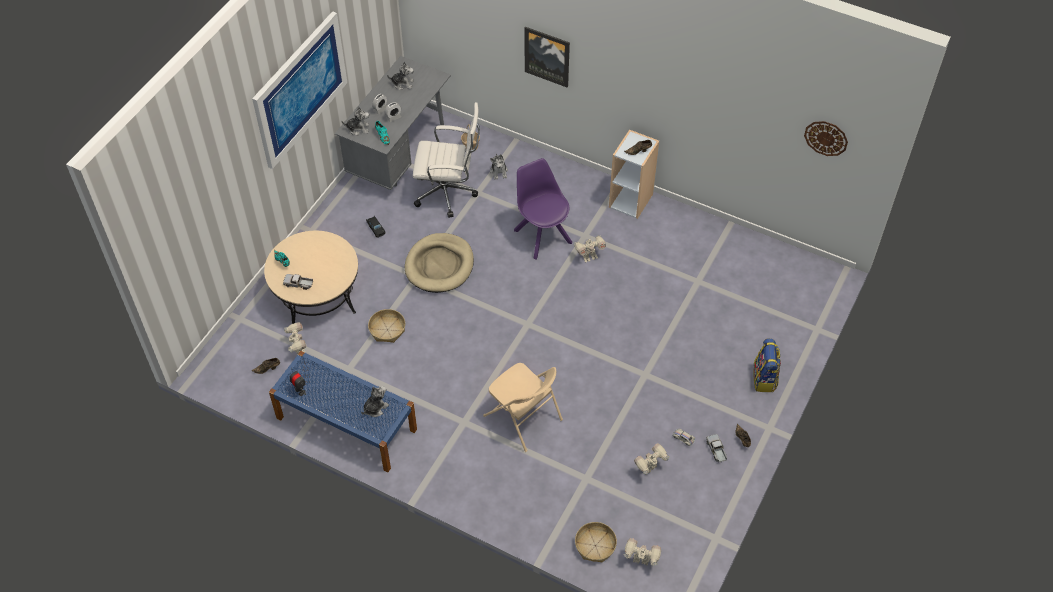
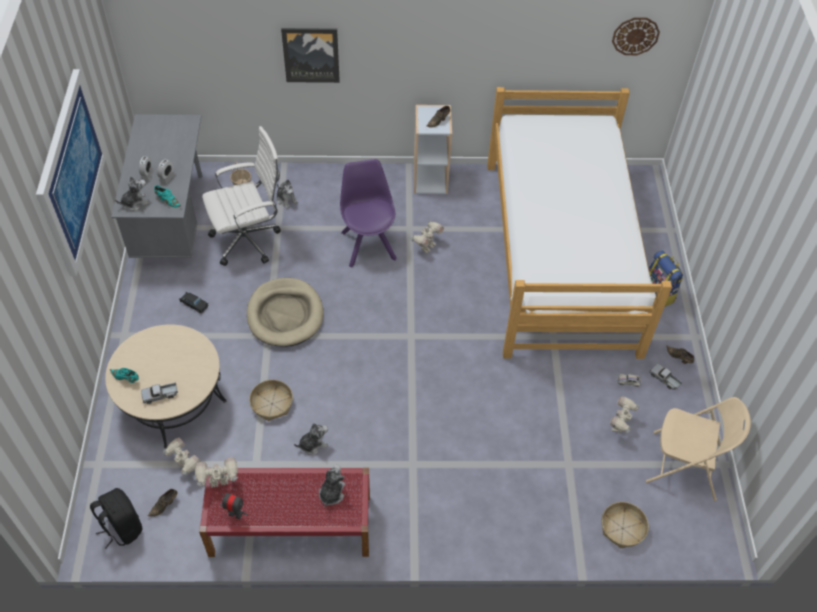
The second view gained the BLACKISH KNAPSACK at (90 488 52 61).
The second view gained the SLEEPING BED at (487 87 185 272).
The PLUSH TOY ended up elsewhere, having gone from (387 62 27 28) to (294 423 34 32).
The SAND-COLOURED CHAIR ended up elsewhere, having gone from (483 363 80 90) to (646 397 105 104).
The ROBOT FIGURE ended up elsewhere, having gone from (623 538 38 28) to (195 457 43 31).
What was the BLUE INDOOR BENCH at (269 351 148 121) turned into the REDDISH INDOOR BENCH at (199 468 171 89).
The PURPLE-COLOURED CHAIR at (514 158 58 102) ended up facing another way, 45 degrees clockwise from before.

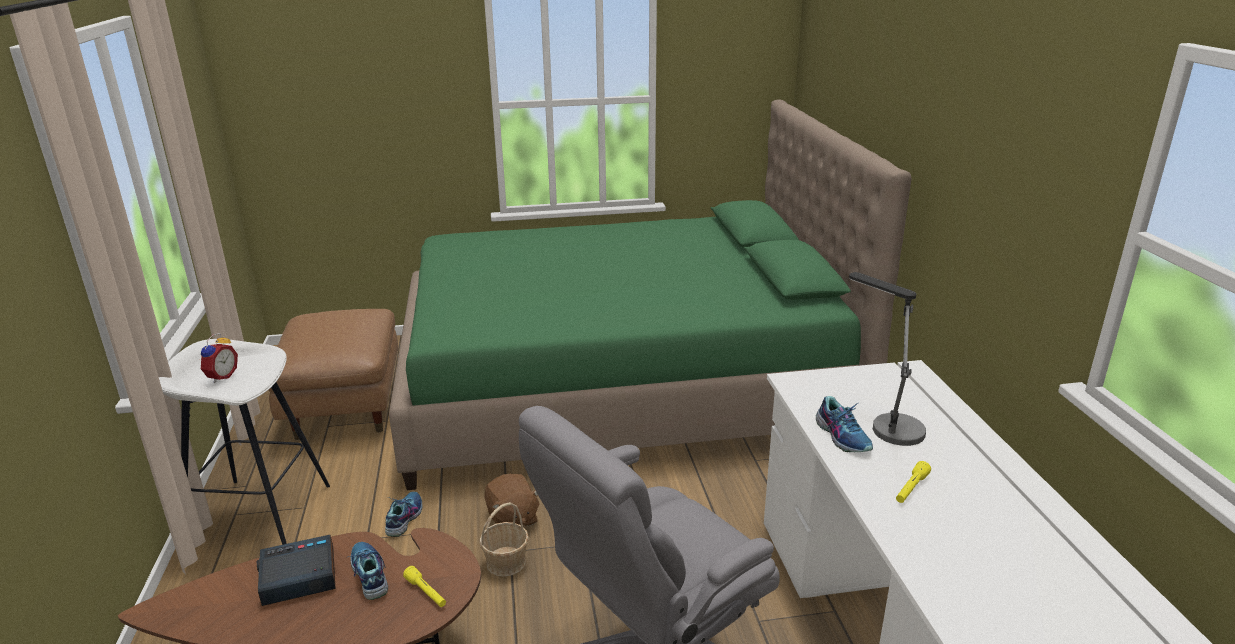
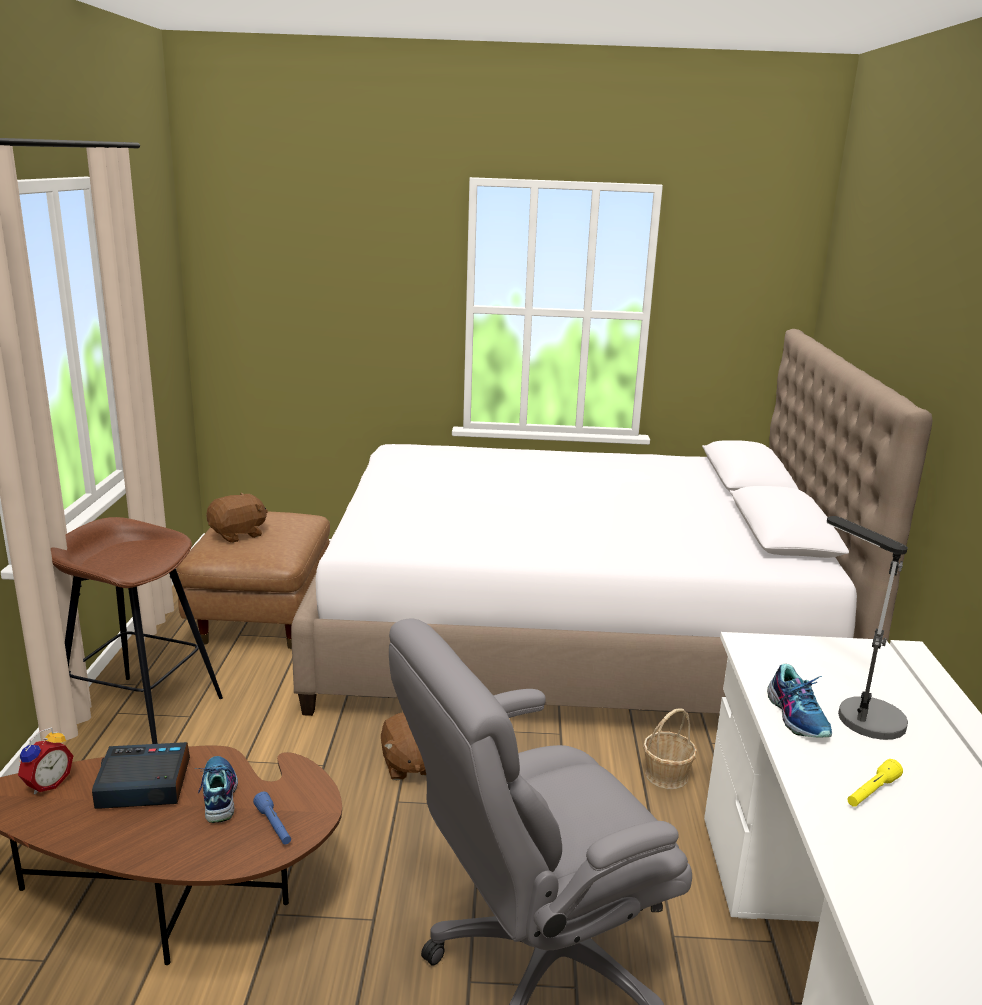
The second view lost the LOW SHOE at (385 492 38 45).
The second view gained the BROWNISH PLUSH TOY at (206 492 62 51).
The TABLE CLOCK ended up elsewhere, having gone from (200 333 38 50) to (18 727 55 67).
The STORAGE BASKET ended up elsewhere, having gone from (479 502 50 75) to (643 708 54 81).
What was the WHITISH STOOL SEAT at (159 339 171 206) turned into the BROWNISH STOOL SEAT at (51 517 172 227).
What was the GREEN SLEEPING BED at (389 99 522 391) turned into the WHITISH SLEEPING BED at (291 329 641 387).
What was the YELLOWISH HAND TORCH at (403 566 43 41) turned into the BLUE HAND TORCH at (253 792 38 53).

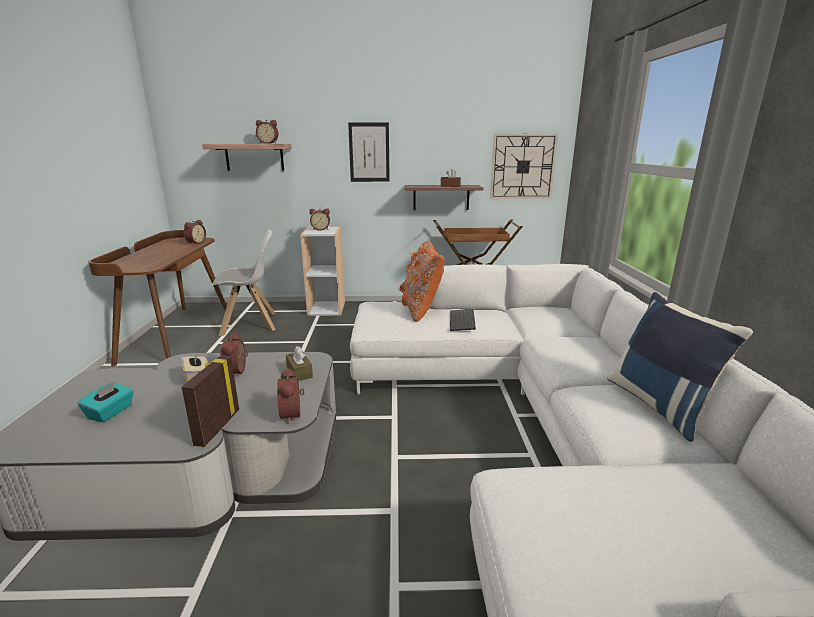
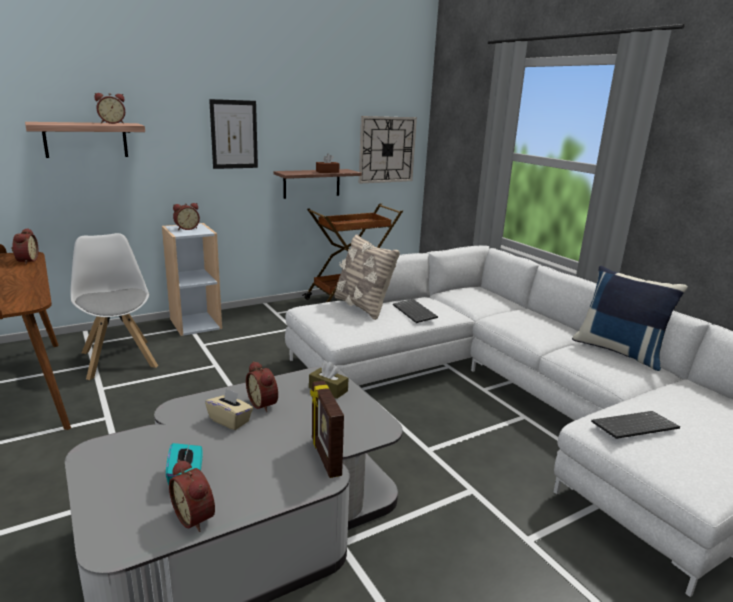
The second view gained the KEYBOARD at (591 411 89 28).
The TABLE CLOCK ended up elsewhere, having gone from (277 368 28 56) to (169 460 46 72).
What was the ORANGEY CUSHION at (397 240 48 82) turned into the SAND-COLOURED CUSHION at (334 235 66 85).
The CHAIR at (213 230 63 106) ended up facing another way, 75 degrees counterclockwise from before.

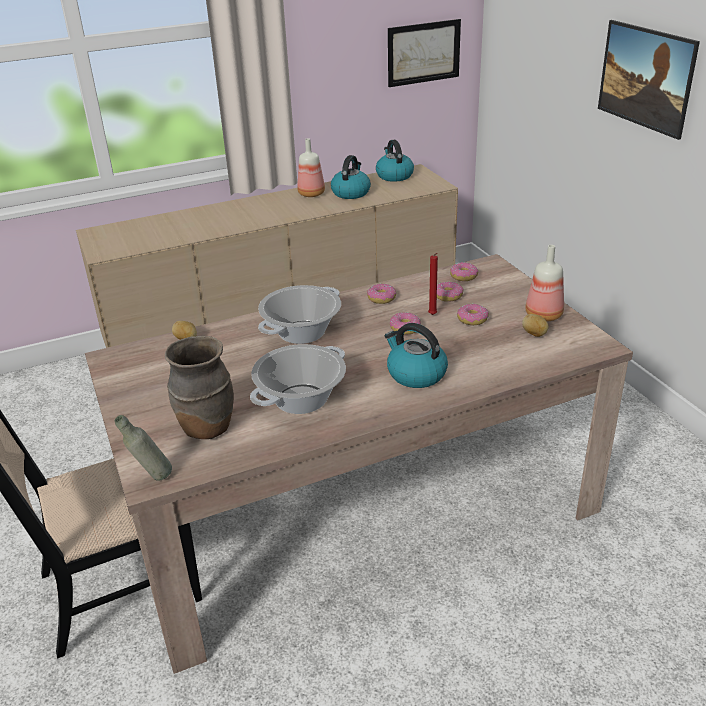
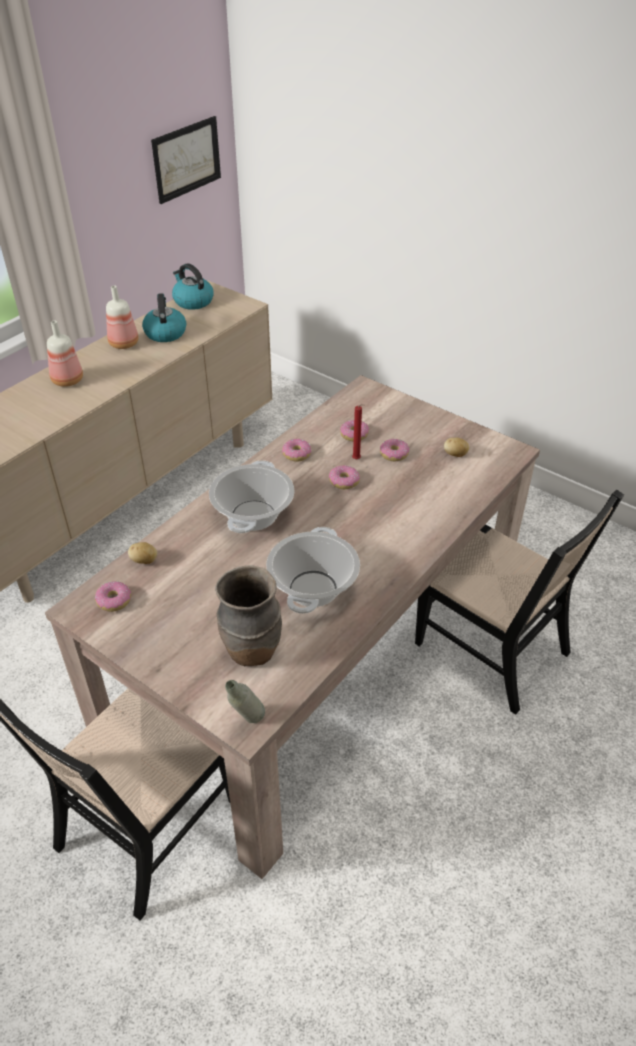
The second view lost the WATER KETTLE at (385 323 63 65).
The second view lost the WALL ART at (598 20 102 120).
The second view gained the CHAIR at (415 489 209 226).
The DOUGHNUT ended up elsewhere, having gone from (450 262 28 19) to (95 581 36 31).
The BEVERAGE BOTTLE ended up elsewhere, having gone from (525 245 39 77) to (47 320 36 67).

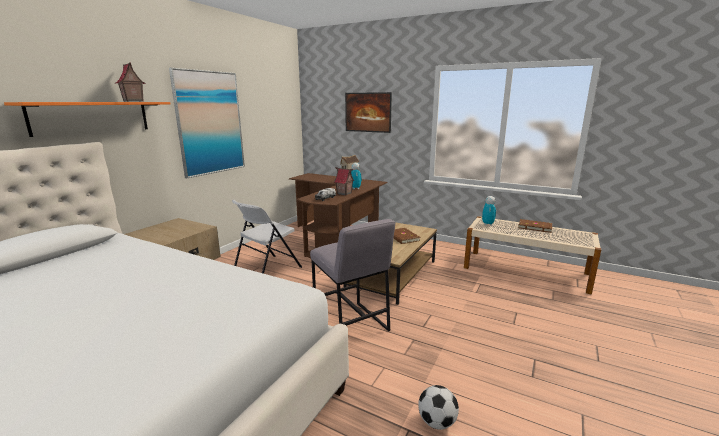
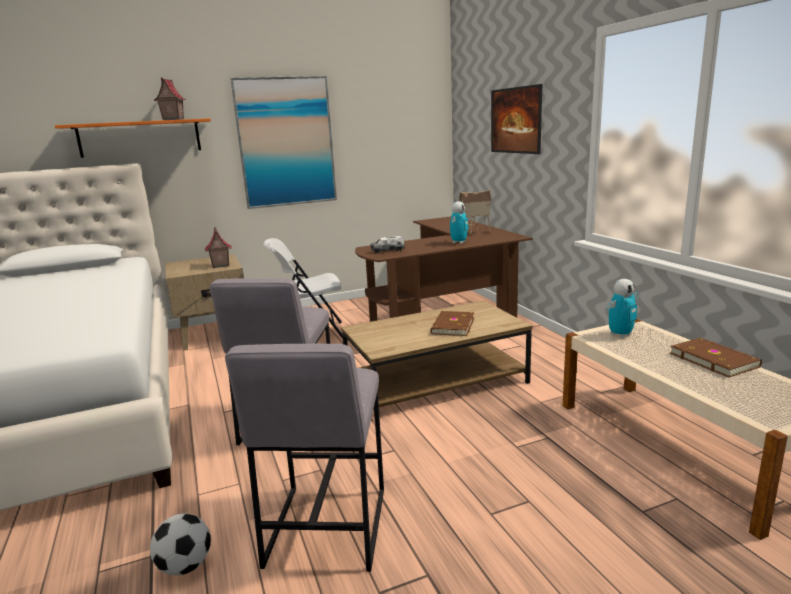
The second view gained the GREYISH CHAIR at (225 344 159 228).
The TOY HOUSE ended up elsewhere, having gone from (334 167 21 29) to (205 227 26 41).

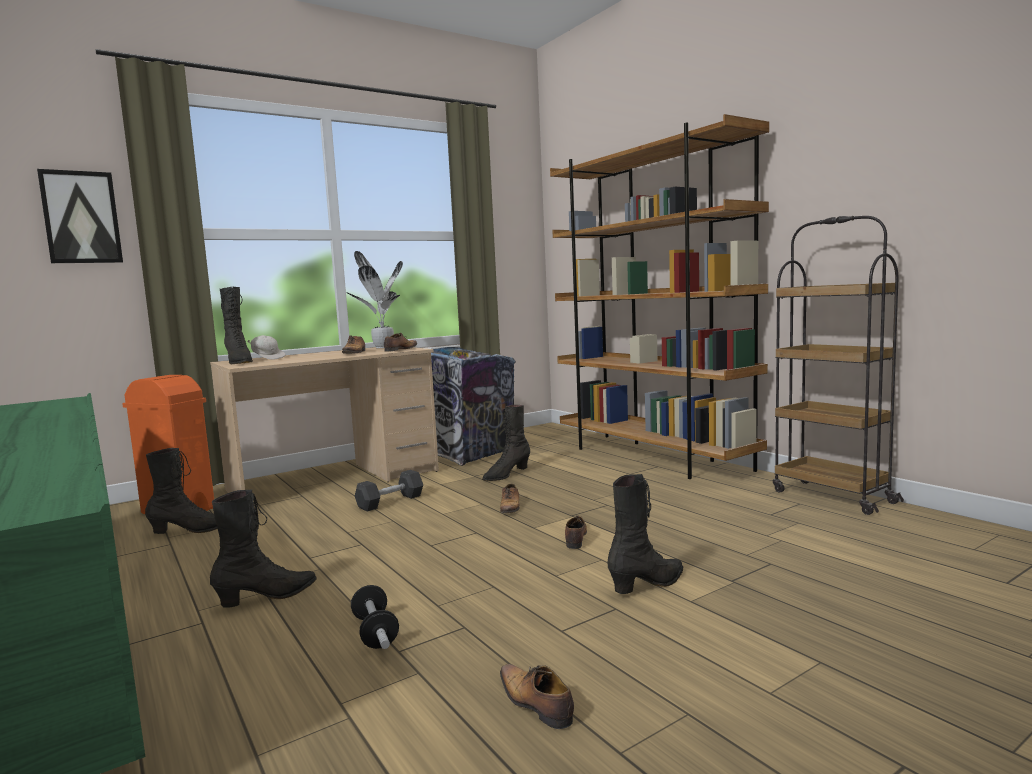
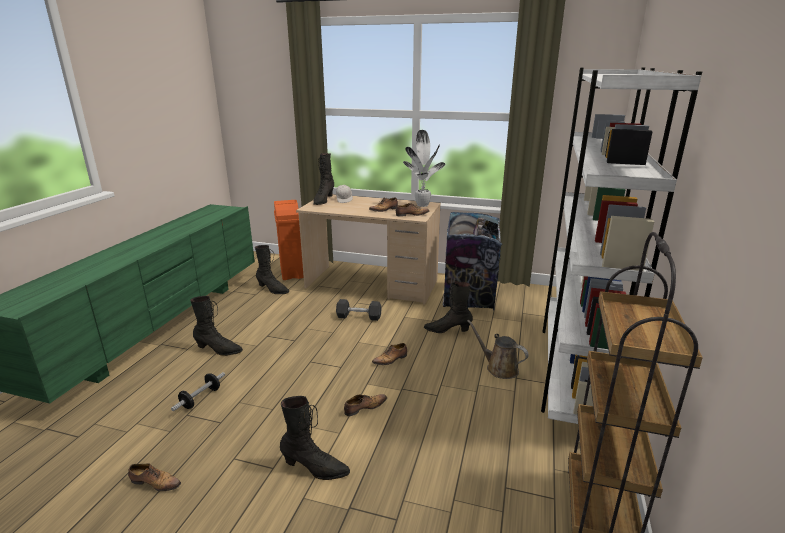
The second view lost the WALL ART at (37 169 86 94).
The second view gained the BROWNISH SPRINKLING CAN at (467 320 62 59).
What was the BROWNISH BOOKCASE at (550 114 219 365) turned into the WHITISH BOOKCASE at (541 68 161 356).
The LOW SHOE at (500 664 74 65) ended up facing another way, 90 degrees clockwise from before.

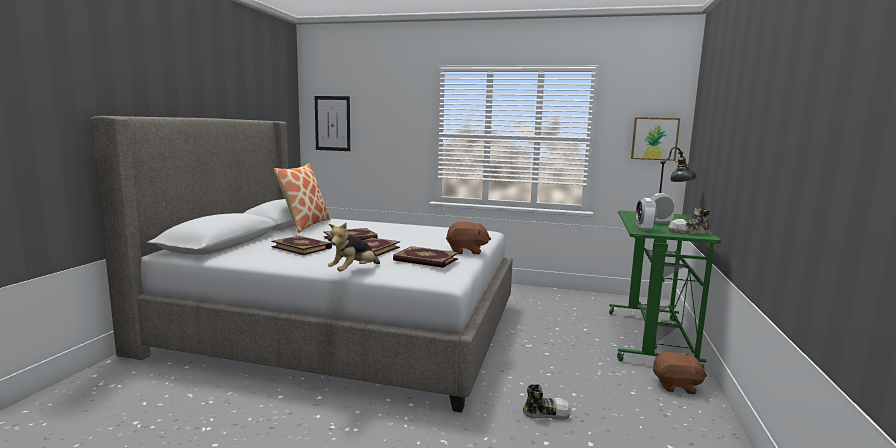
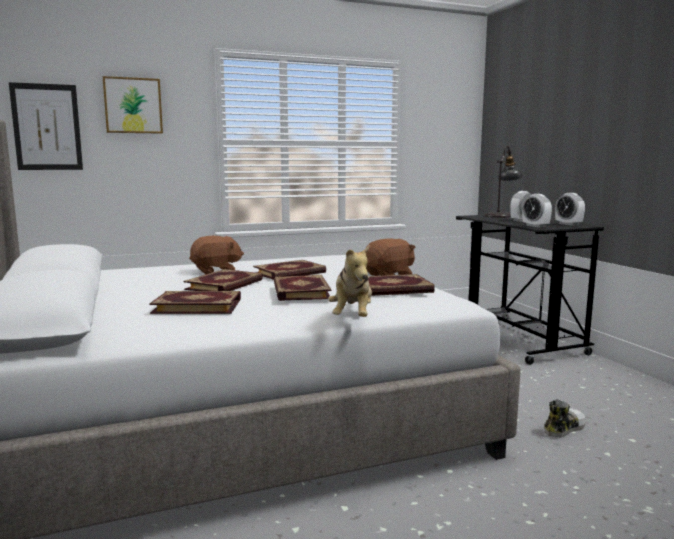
The second view lost the CUSHION at (274 163 57 70).
The second view gained the BOOK at (253 260 73 20).
The WALL ART ended up elsewhere, having gone from (631 117 49 44) to (103 76 60 58).
The BROWNISH PLUSH TOY ended up elsewhere, having gone from (653 352 54 42) to (189 236 55 38).
Where the LOW SHOE stood at (668 208 42 26), the TABLE CLOCK came to stand at (555 193 30 33).
What was the GREEN DESK UNIT at (609 211 112 157) turned into the BLACKISH DESK UNIT at (456 215 148 150).

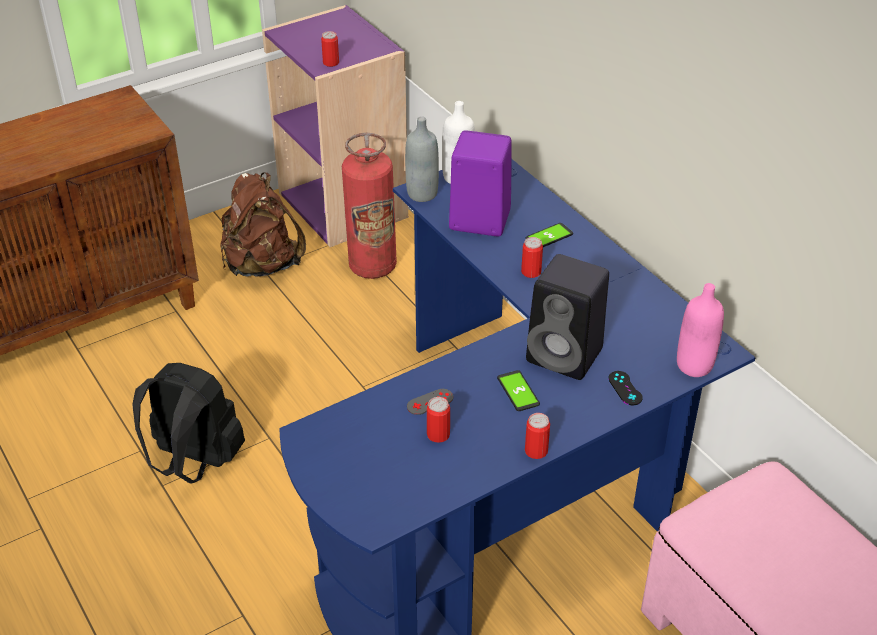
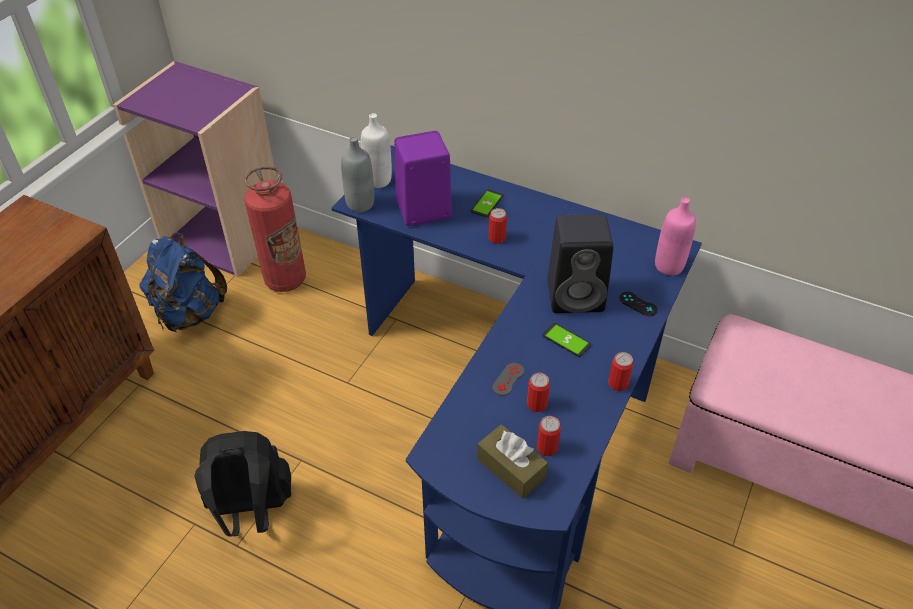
The second view gained the BROWNISH BOX OF TISSUES at (477 424 71 75).
The CAN ended up elsewhere, having gone from (321 31 18 36) to (536 416 25 40).
What was the BROWNISH KNAPSACK at (220 172 86 105) turned into the BLUE KNAPSACK at (139 232 88 100).

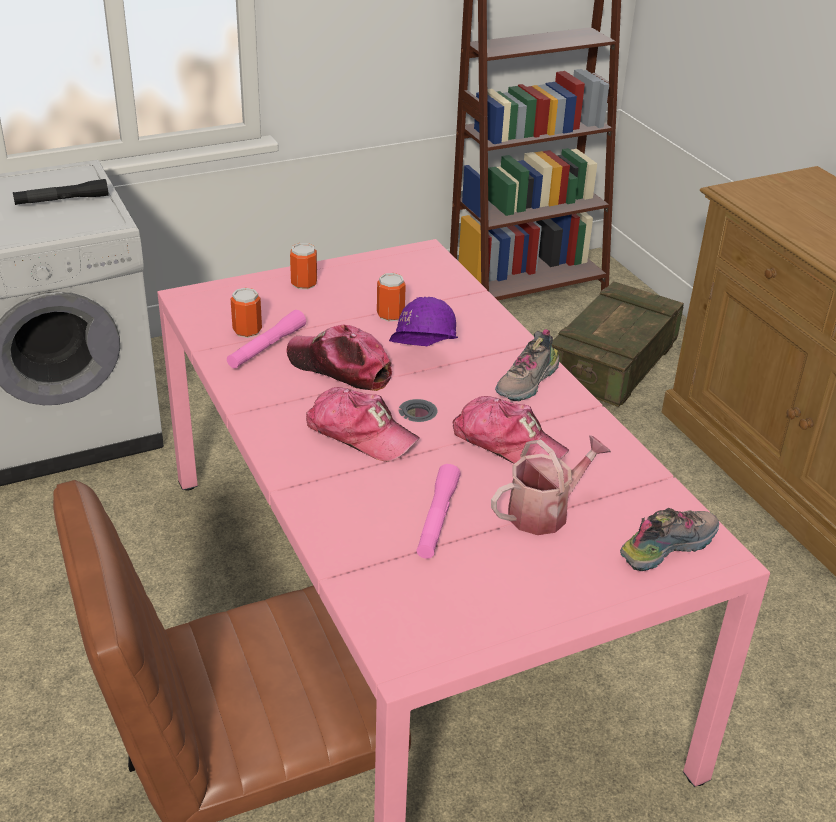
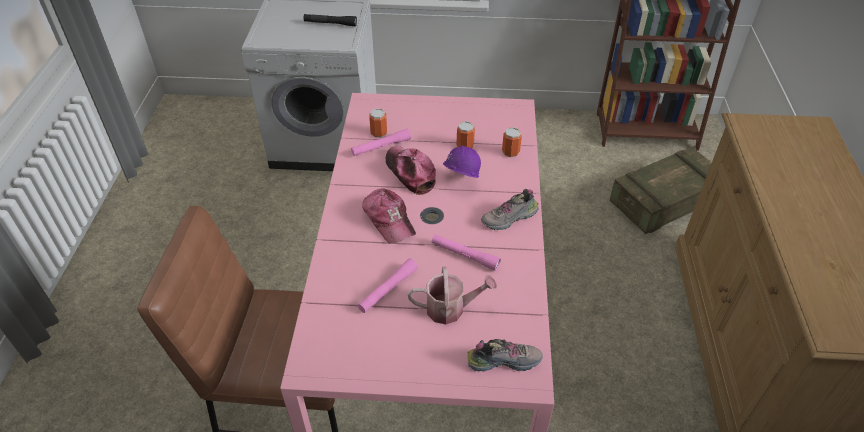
The CAN ended up elsewhere, having gone from (290 243 27 47) to (502 127 20 31).
Where the BASEBALL CAP stood at (453 396 116 68), the PINKISH HAND TORCH came to stand at (432 234 69 37).

